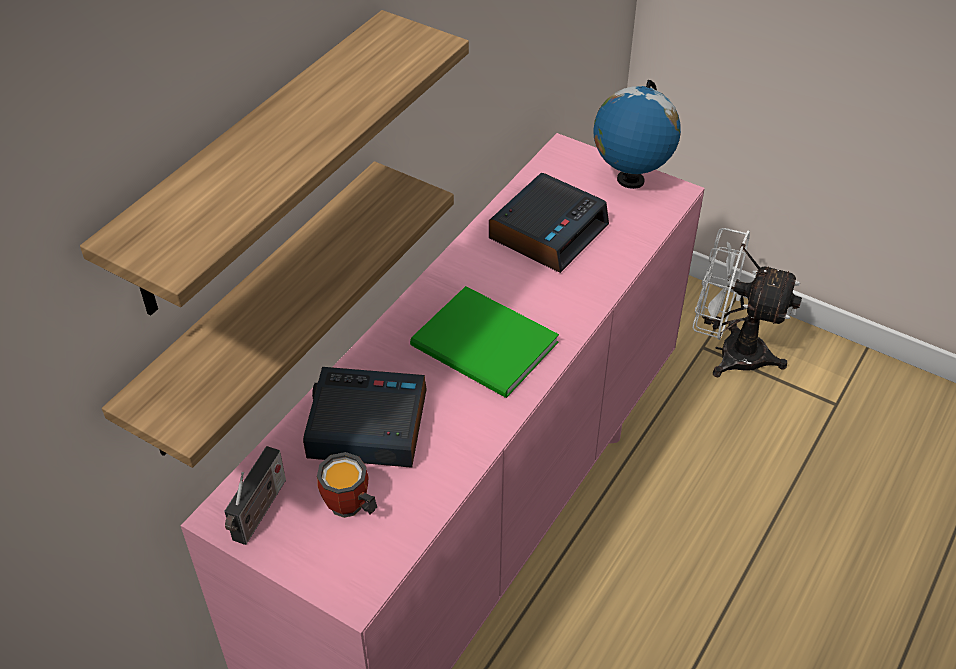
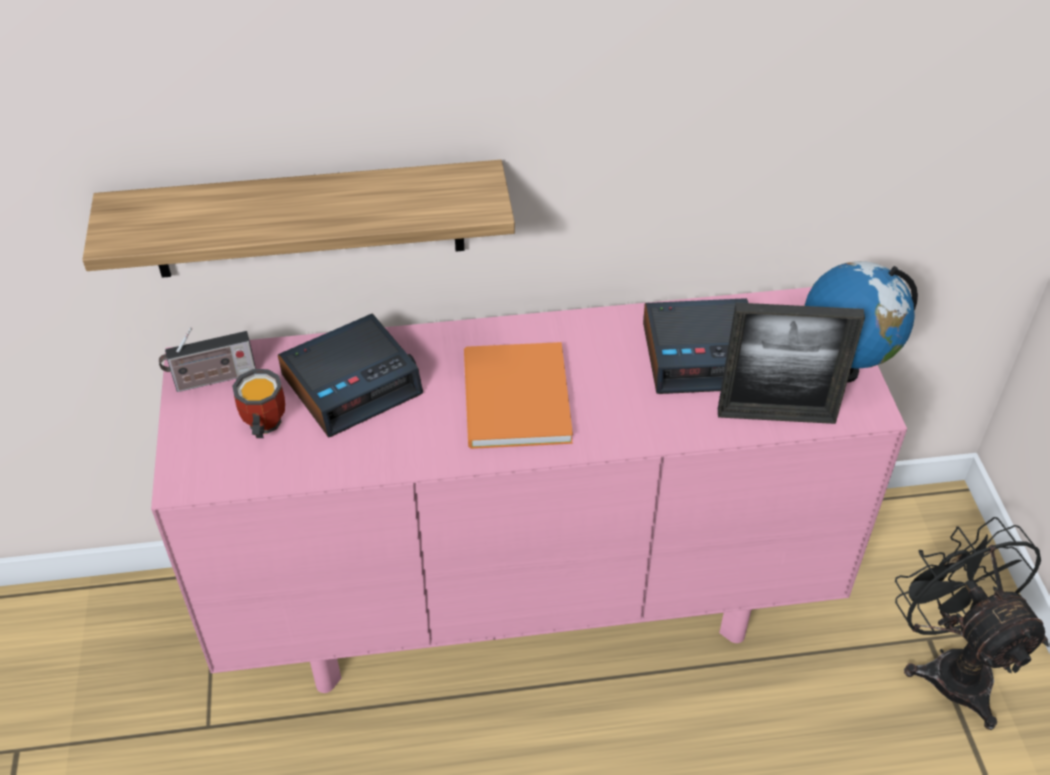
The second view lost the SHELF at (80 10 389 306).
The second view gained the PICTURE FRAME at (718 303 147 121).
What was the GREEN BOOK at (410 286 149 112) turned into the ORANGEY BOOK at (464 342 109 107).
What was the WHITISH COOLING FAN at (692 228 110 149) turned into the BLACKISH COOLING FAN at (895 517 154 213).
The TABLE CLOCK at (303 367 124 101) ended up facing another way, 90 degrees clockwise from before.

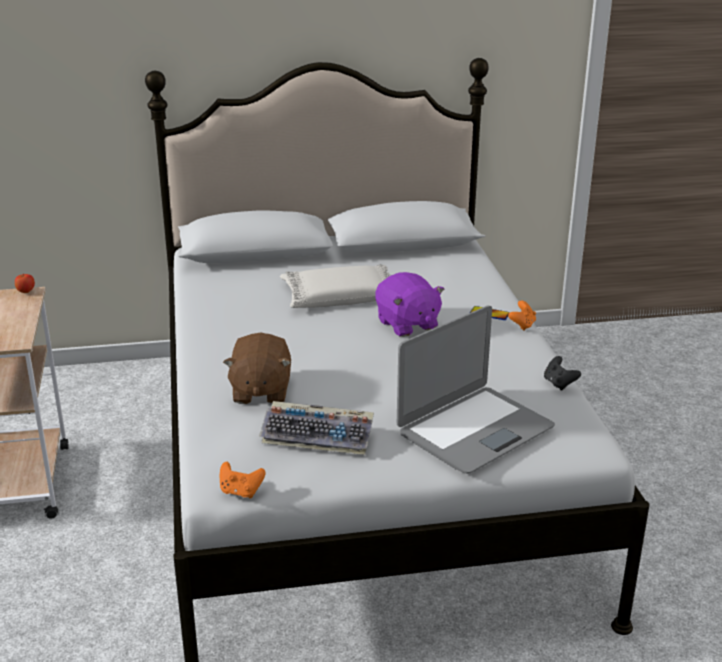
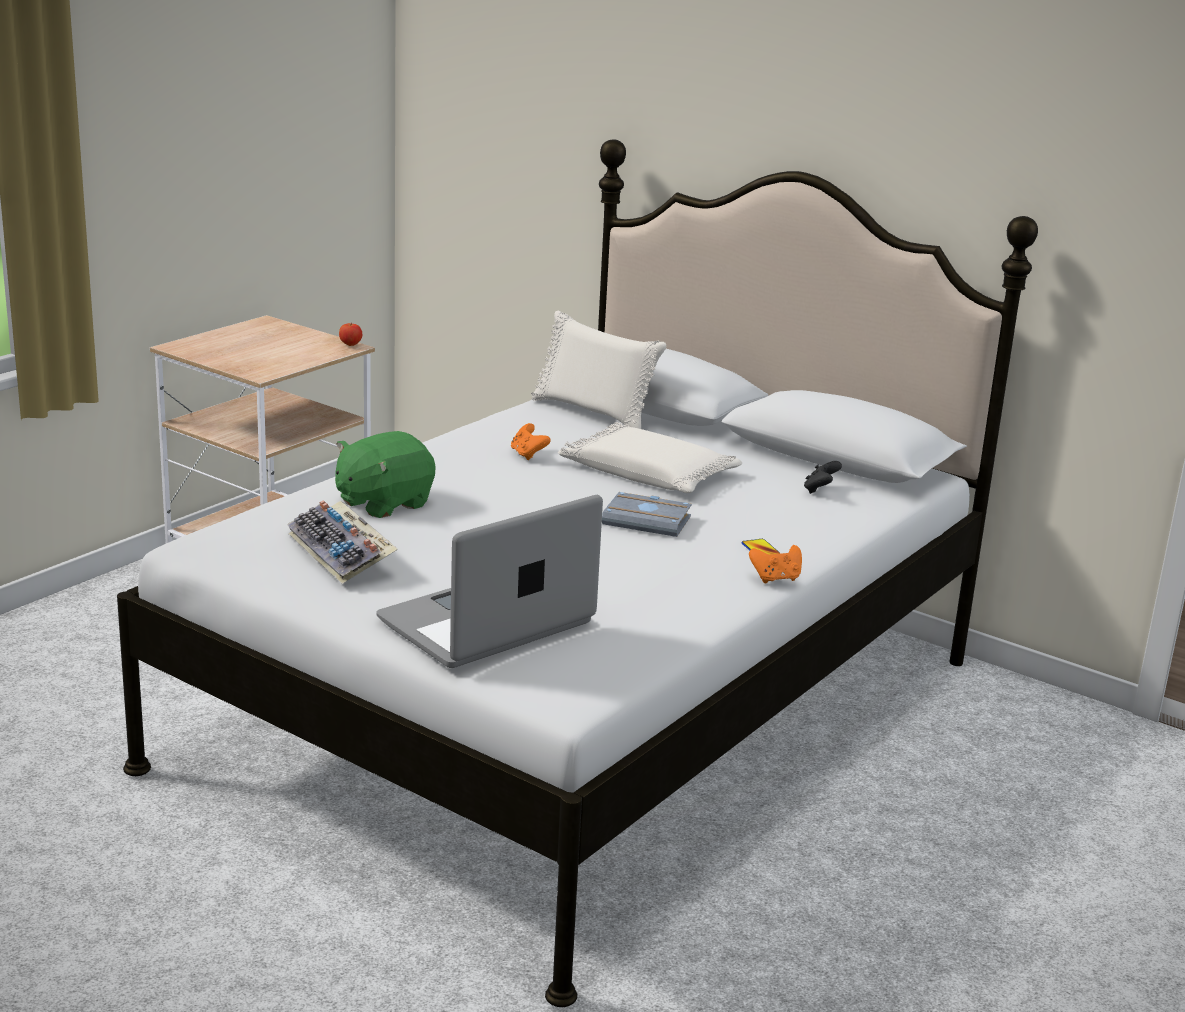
The second view gained the WHITISH CUSHION at (531 311 135 118).
The ORANGEY JOYPAD ended up elsewhere, having gone from (220 462 45 36) to (511 423 40 37).
The BLACKISH JOYPAD ended up elsewhere, having gone from (544 356 37 35) to (804 461 38 33).
Where the PURPLE-COLOURED PLUSH TOY stood at (375 272 69 65), the GREYISH BOOK came to stand at (602 492 90 45).
What was the BROWNISH PLUSH TOY at (223 333 68 71) turned into the GREEN PLUSH TOY at (335 431 101 87).
The PORTABLE COMPUTER at (397 305 158 169) ended up facing another way, 135 degrees clockwise from before.

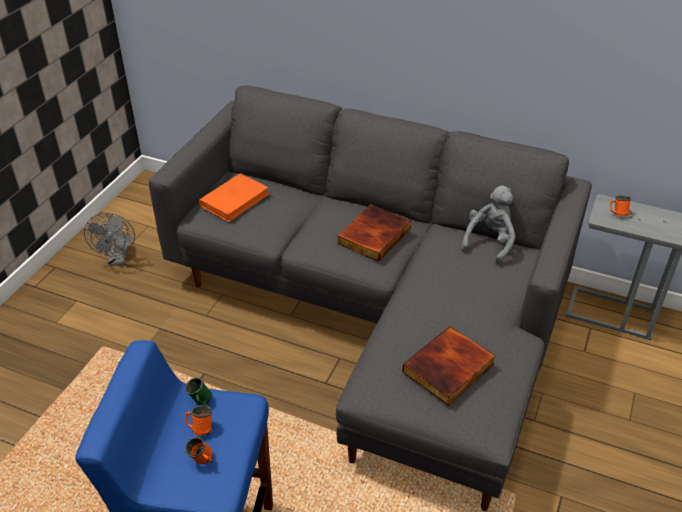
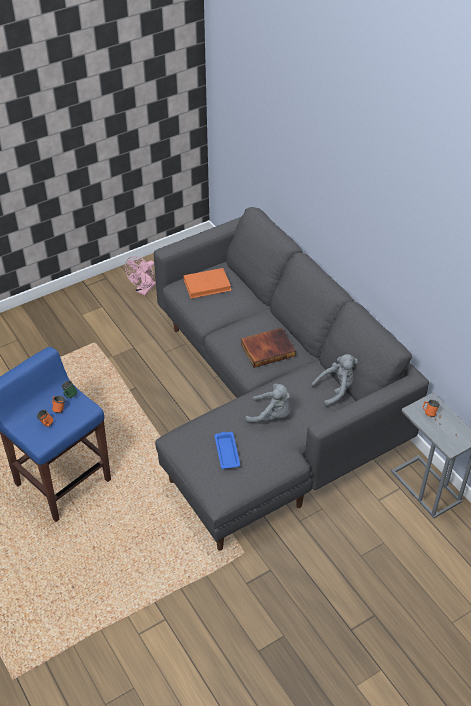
The second view gained the GREYISH PLUSH TOY at (245 384 45 39).
Where the BOOK stood at (402 326 94 79), the BLUE SERVING TRAY came to stand at (214 432 26 37).
What was the GREYISH COOLING FAN at (84 213 51 53) turned into the PINKISH COOLING FAN at (125 256 31 39).

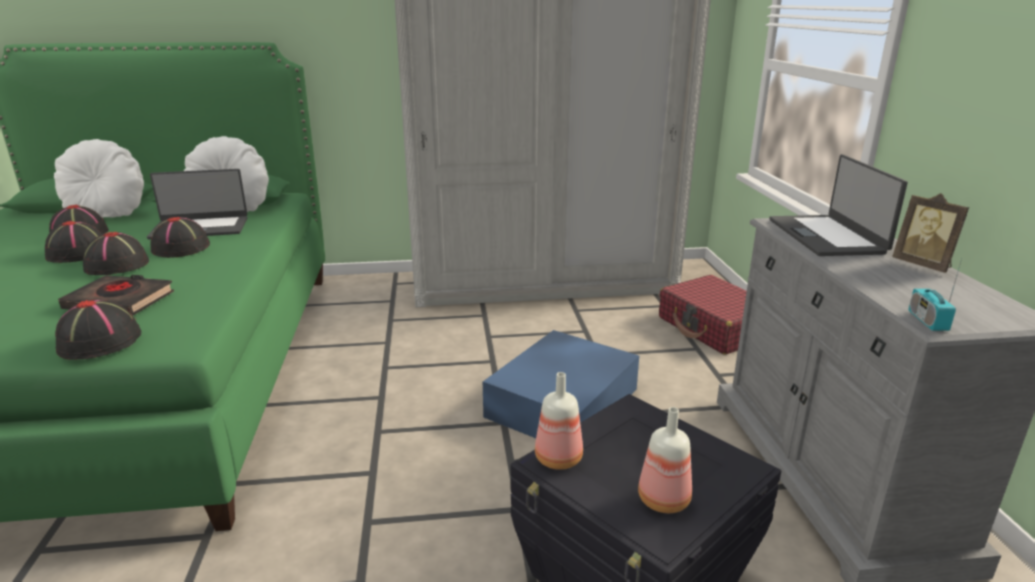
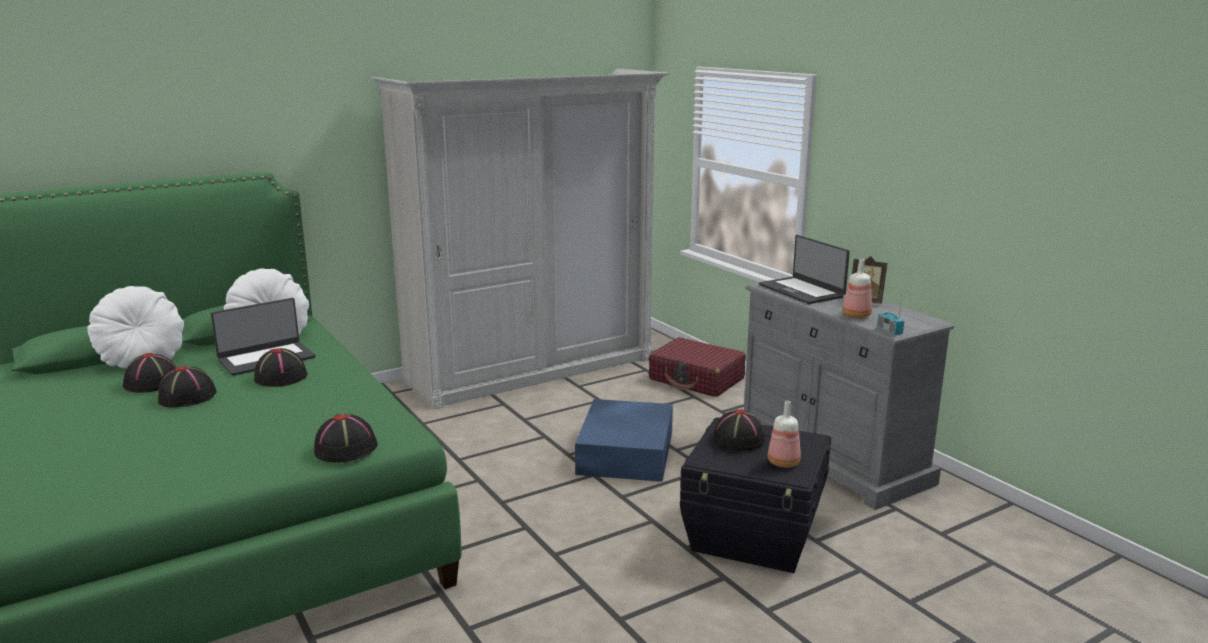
The second view lost the BLACKISH BOOK at (58 275 116 41).
The BLACKISH WEARABLE HAT ended up elsewhere, having gone from (83 232 66 43) to (712 410 53 41).
The BEVERAGE BOTTLE ended up elsewhere, having gone from (535 372 48 98) to (842 259 30 59).

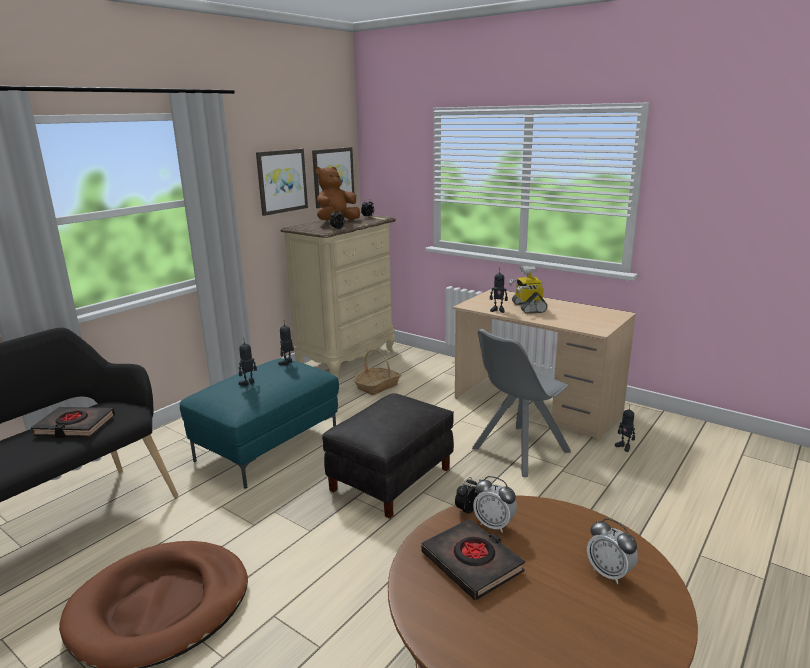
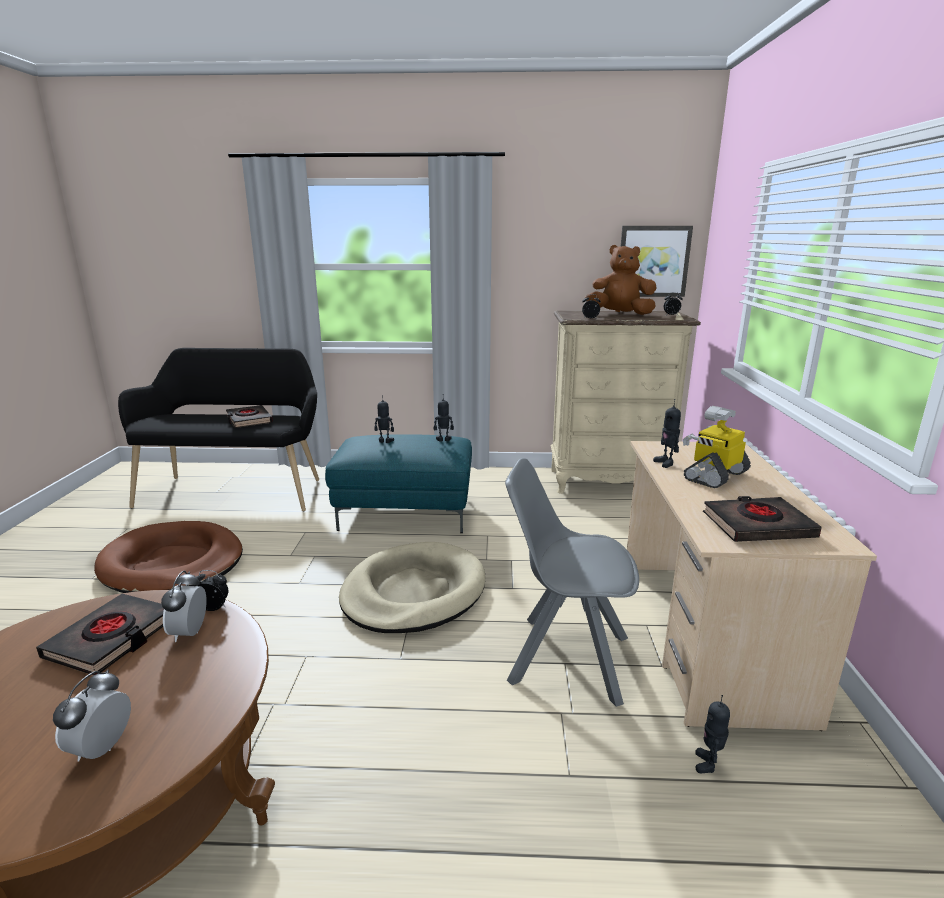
The second view lost the WALL ART at (256 149 52 67).
The second view lost the STORAGE BASKET at (354 349 47 46).
The second view gained the BLACKISH BOOK at (703 496 119 46).
Where the BLACKISH FOOTREST stood at (322 393 132 126), the SAND-COLOURED DOG CUSHION came to stand at (339 542 146 91).

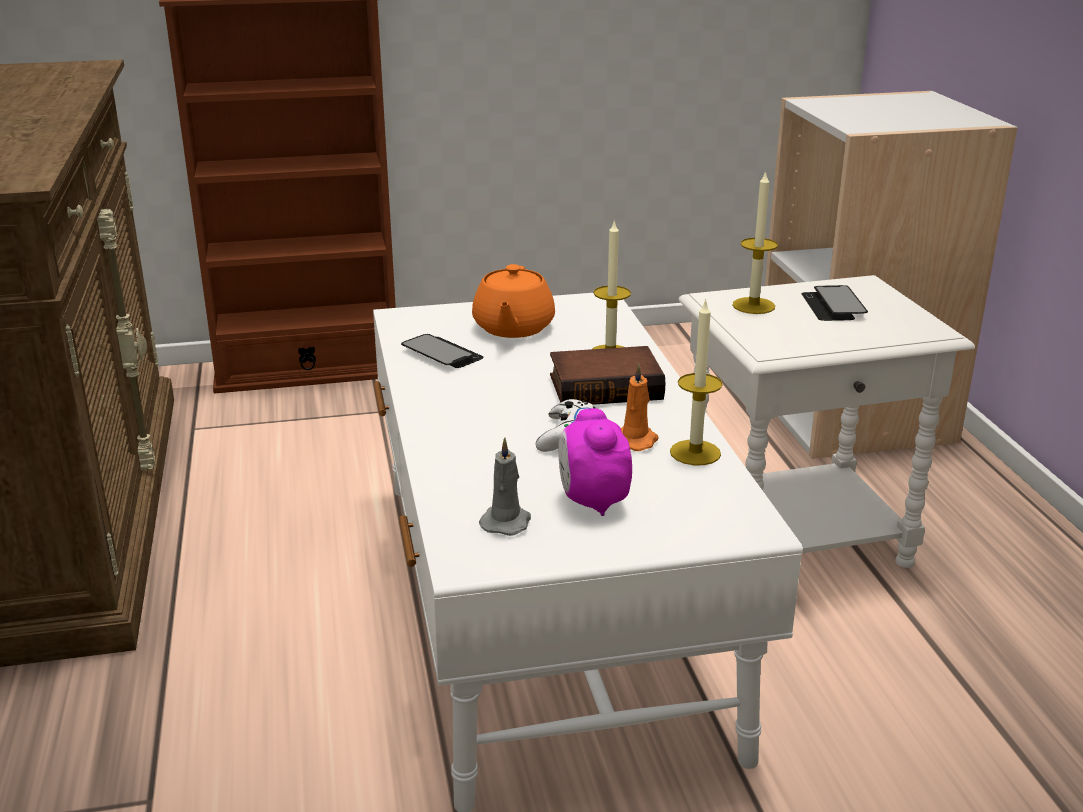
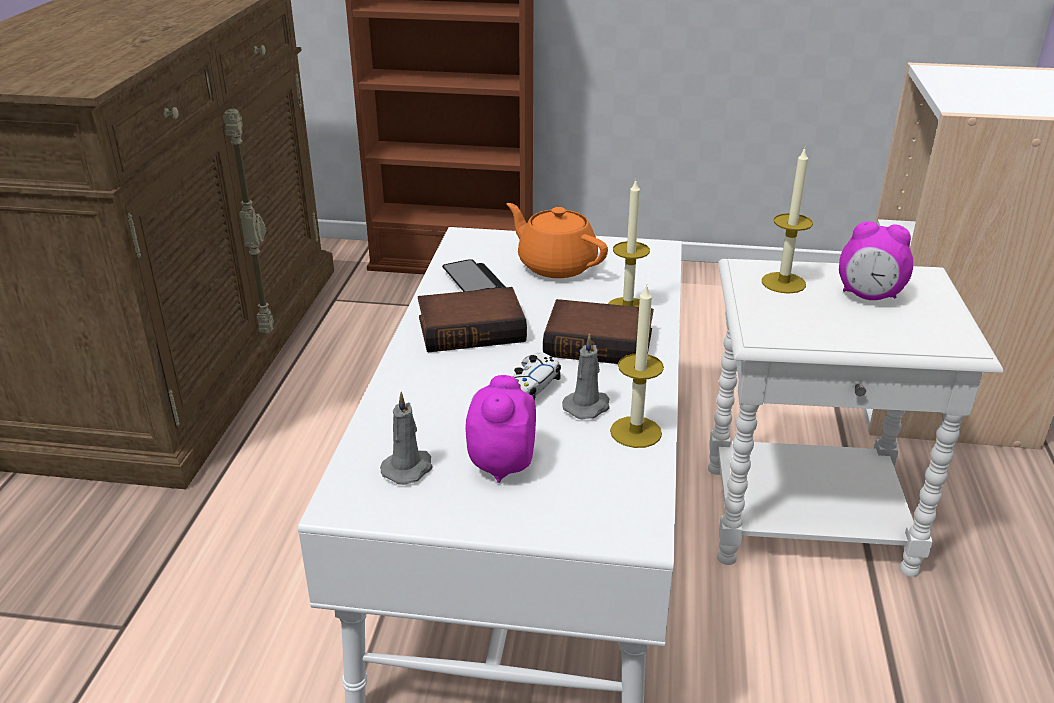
The second view gained the BOOK at (418 287 109 65).
Where the PHONE stood at (802 285 66 36), the TABLE CLOCK came to stand at (839 221 74 79).
What was the ORANGEY CANDLE at (621 363 37 88) turned into the GREYISH CANDLE at (562 333 48 86).
The ORANGEY TEAPOT at (472 264 83 74) ended up facing another way, 105 degrees clockwise from before.

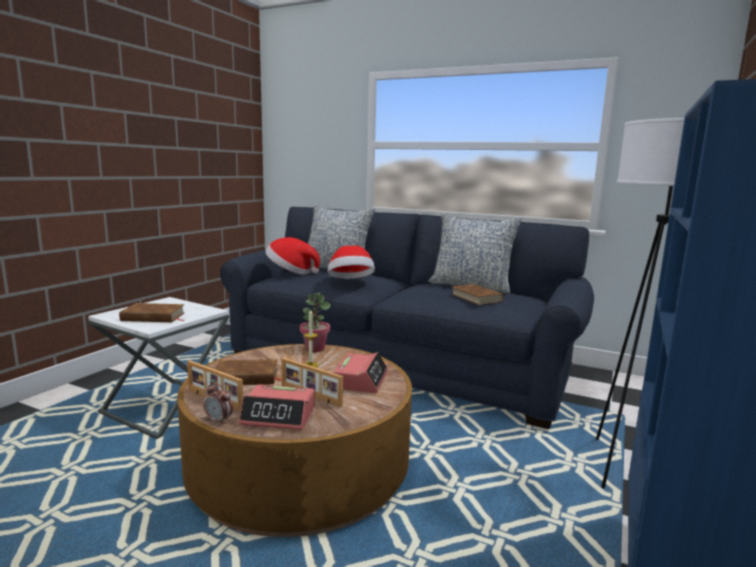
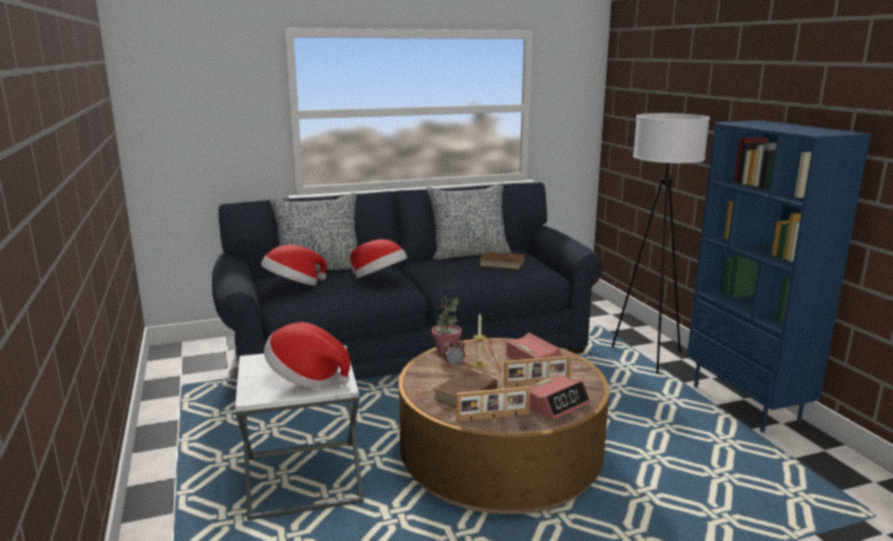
The TABLE CLOCK ended up elsewhere, having gone from (204 383 29 42) to (443 338 22 29).
Where the BROWNISH BOOK stood at (119 303 65 19), the WEARABLE HAT came to stand at (264 322 86 66).

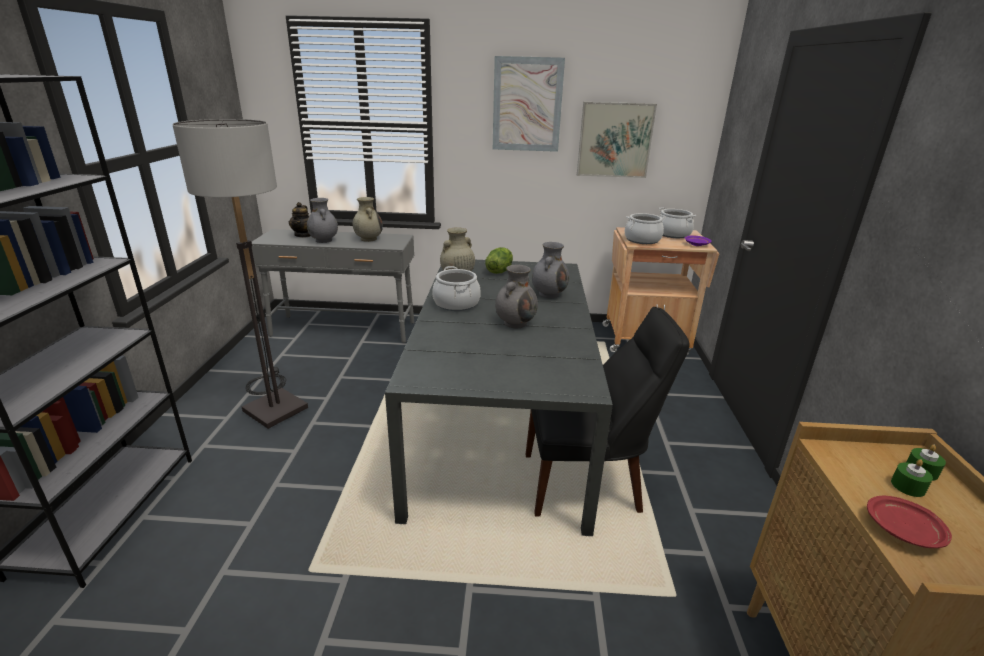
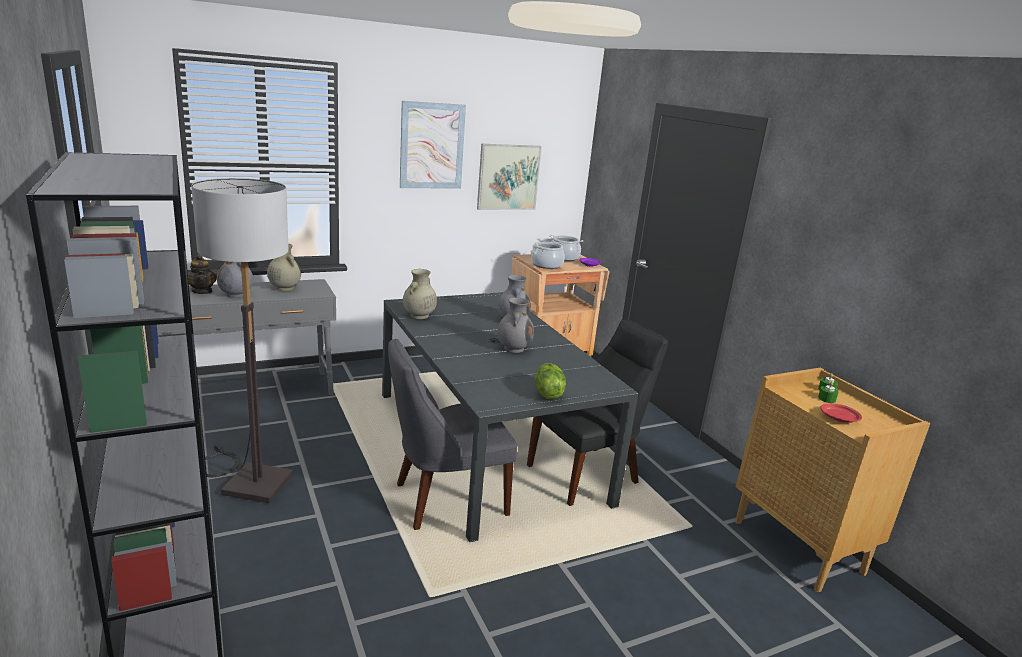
The second view lost the SAUCEPOT at (432 266 49 45).
The second view gained the GREYISH CHAIR at (388 339 129 191).
The LETTUCE HEAD ended up elsewhere, having gone from (485 247 28 27) to (536 363 30 36).

